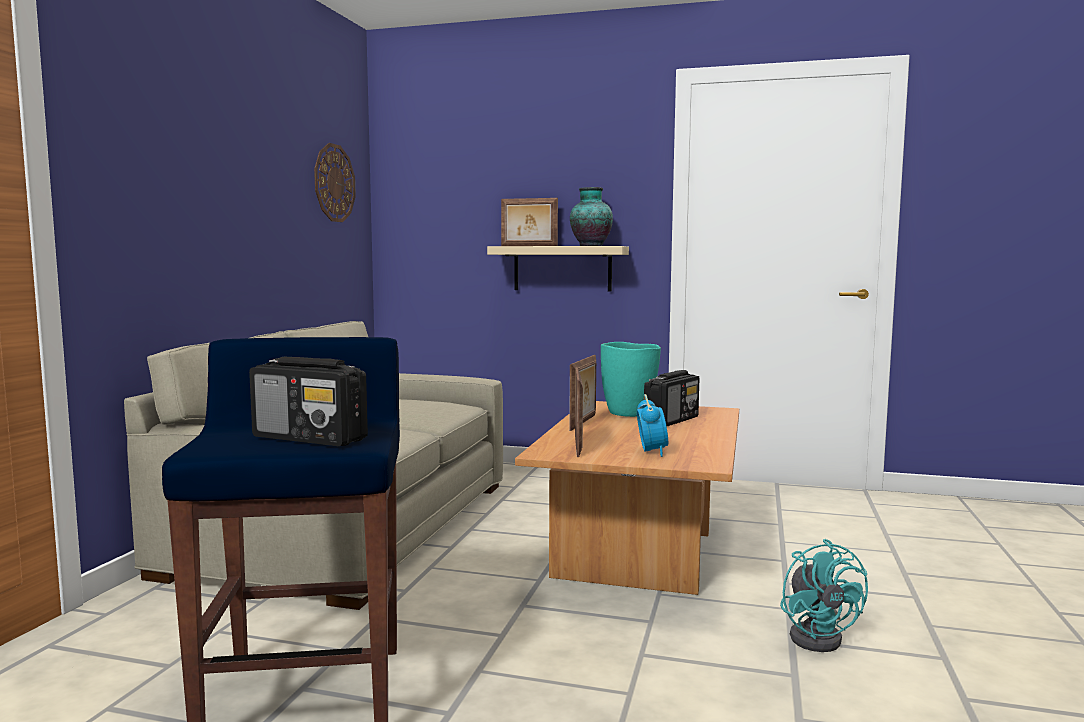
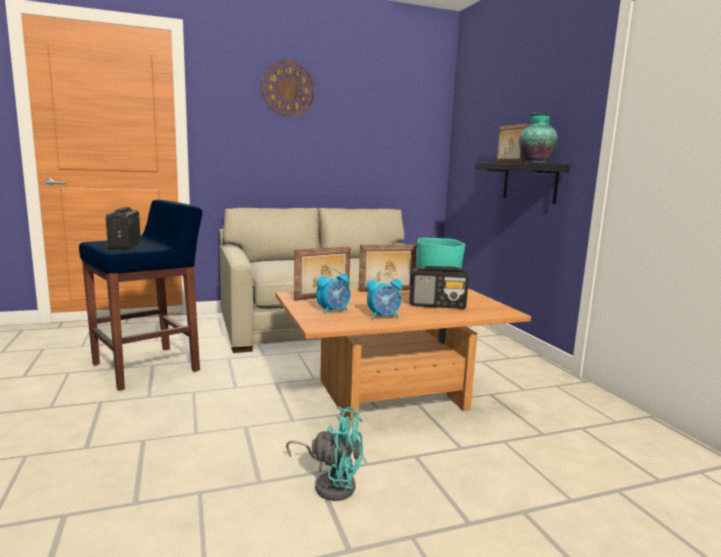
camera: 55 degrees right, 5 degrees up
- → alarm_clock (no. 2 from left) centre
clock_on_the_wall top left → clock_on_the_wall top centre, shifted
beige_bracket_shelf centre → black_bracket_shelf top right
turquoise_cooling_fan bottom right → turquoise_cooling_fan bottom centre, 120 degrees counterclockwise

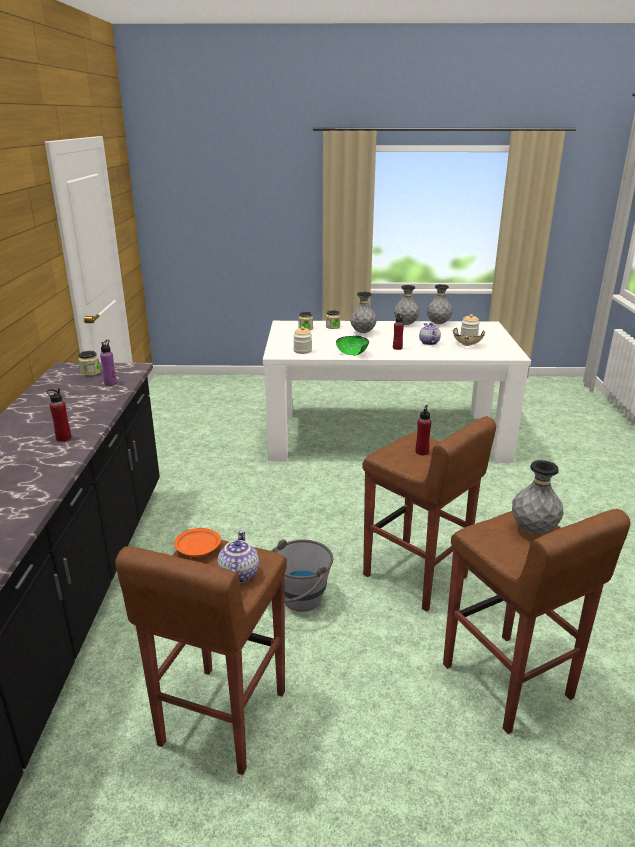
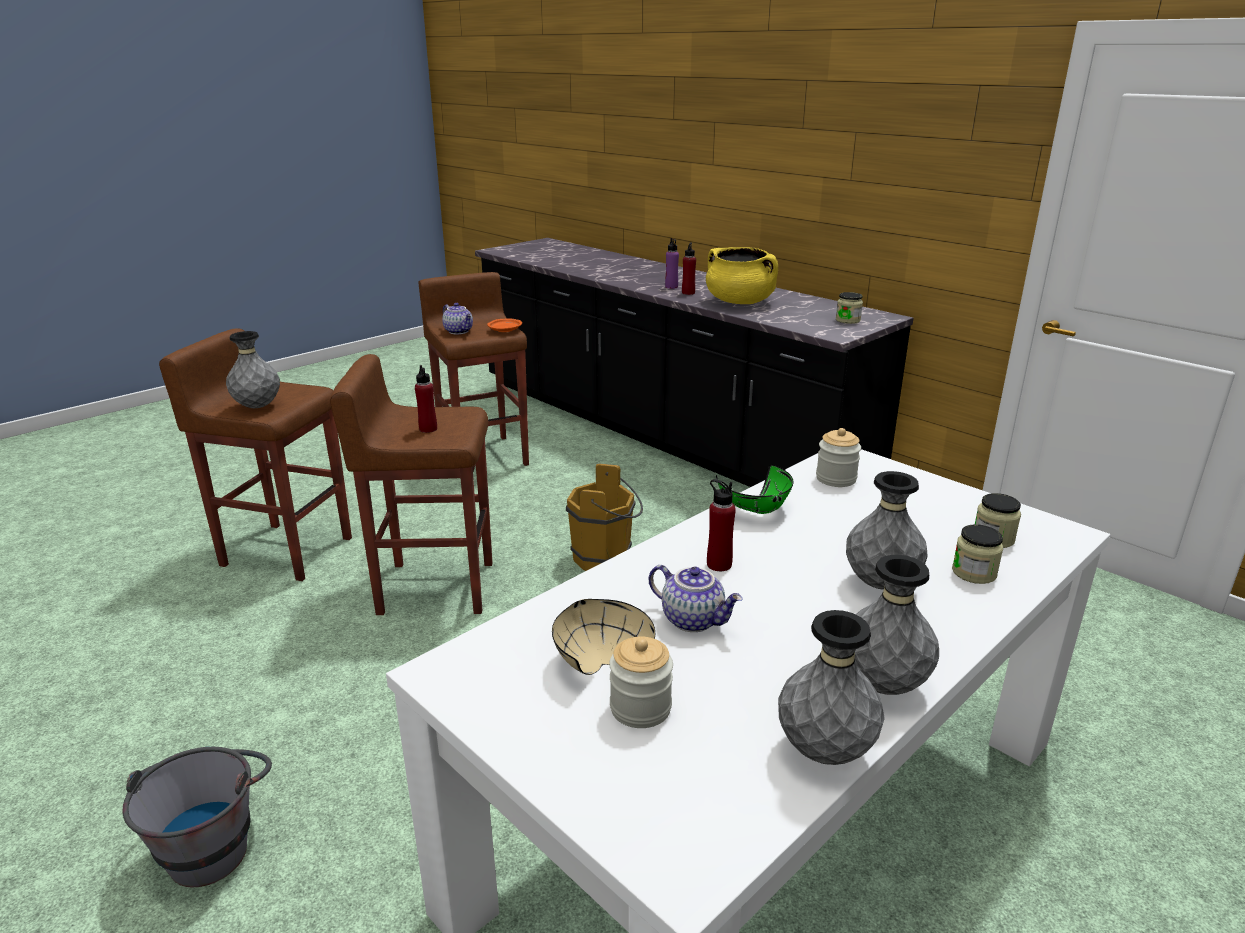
camera: 135 degrees right, 0 degrees up
- → brownish_pail centre
- → yellow-coloured_cooking_pot top centre
purple_beverage_bottle middle left → purple_beverage_bottle top centre, shifted
gray_pail bottom centre → gray_pail bottom left, shifted

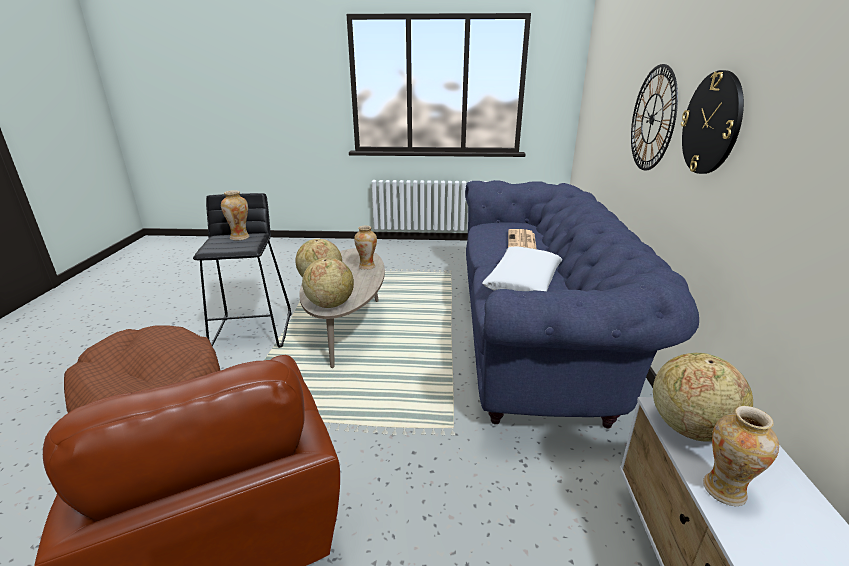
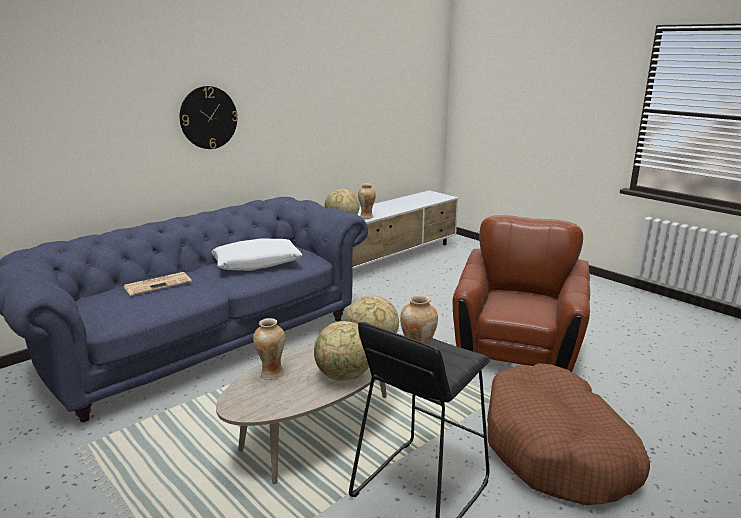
camera: 135 degrees left, 5 degrees down
clock_on_the_wall (no. 1 from left) top right → -

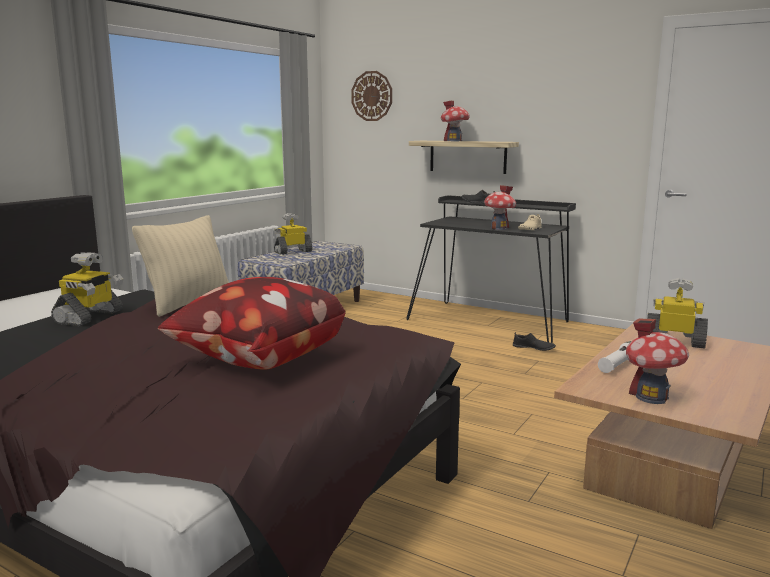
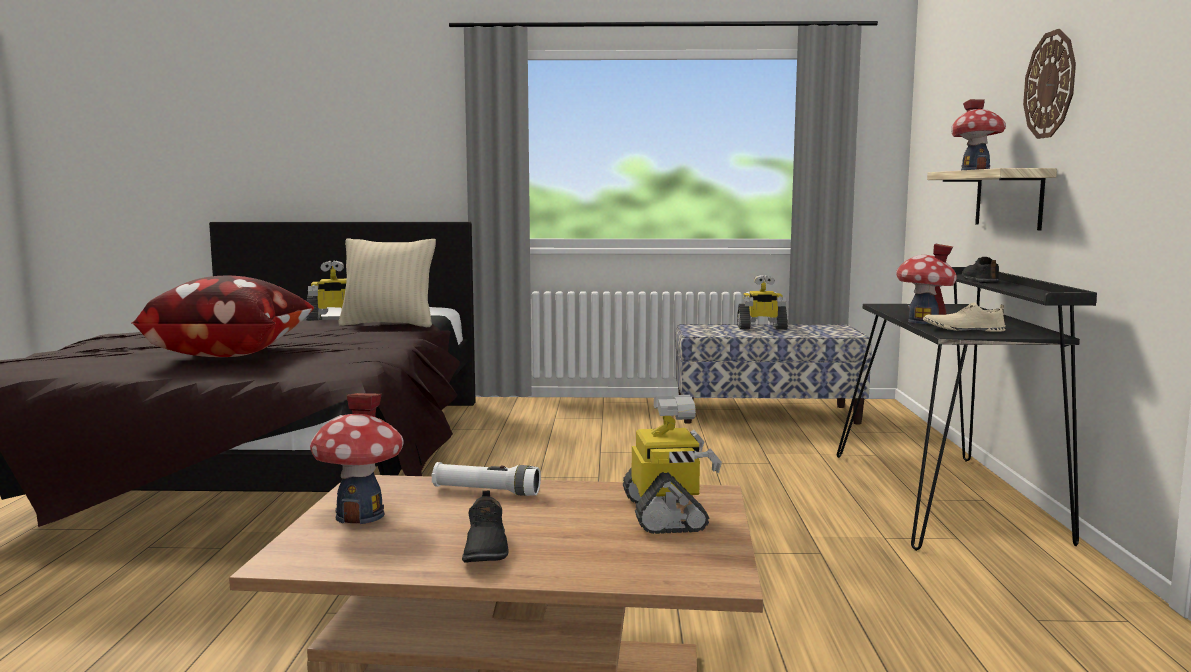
camera: 60 degrees right, 5 degrees down
clock_on_the_wall top centre → clock_on_the_wall top right, shifted
black_item_of_footwear (no. 2 from left in the first image) middle right → black_item_of_footwear (no. 1 from left) bottom centre, shifted
model_robot (no. 2 from left in the first image) centre → model_robot (no. 3 from left) centre, 150 degrees clockwise

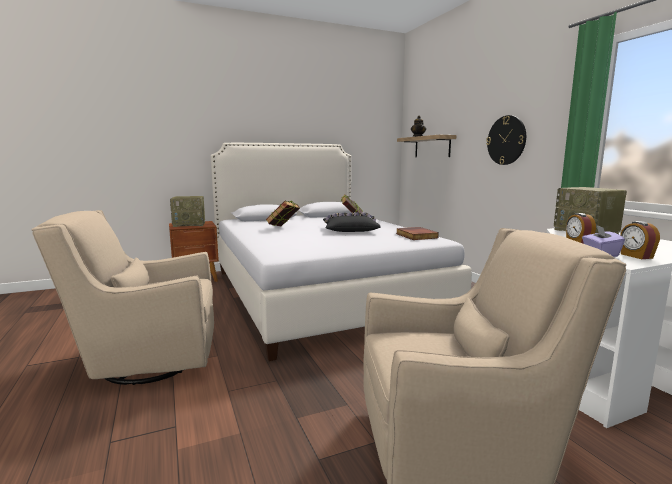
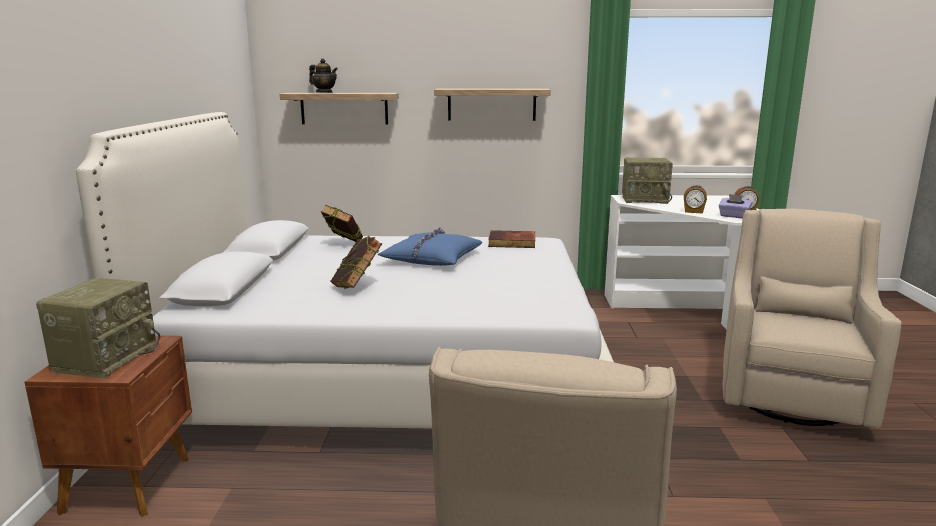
camera: 65 degrees left, 5 degrees up
clock_on_the_wall top right → bracket_shelf (no. 2 from left) top centre
black_throw_pillow centre → blue_throw_pillow centre

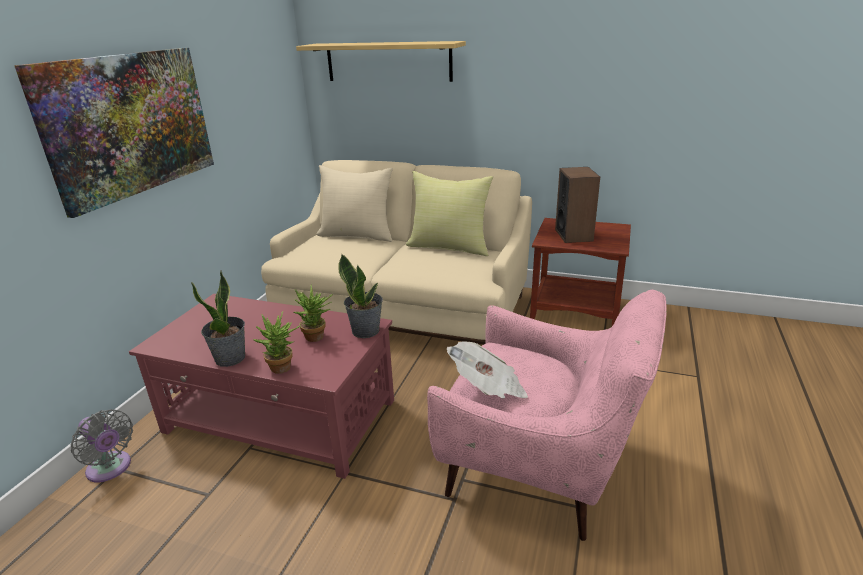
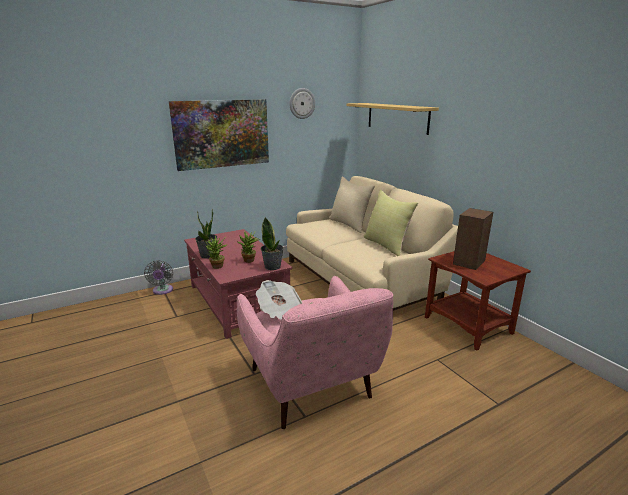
camera: 40 degrees right, 5 degrees down
- → clock_on_the_wall top centre

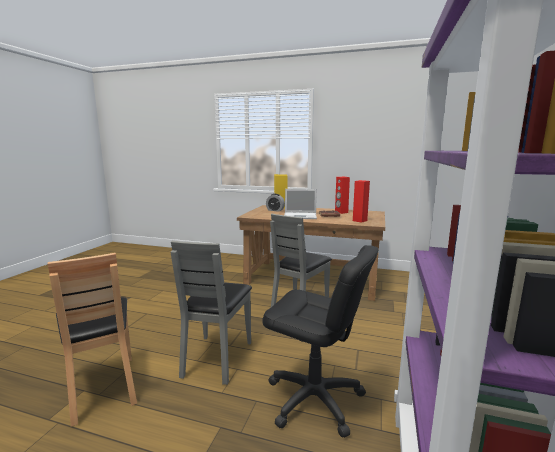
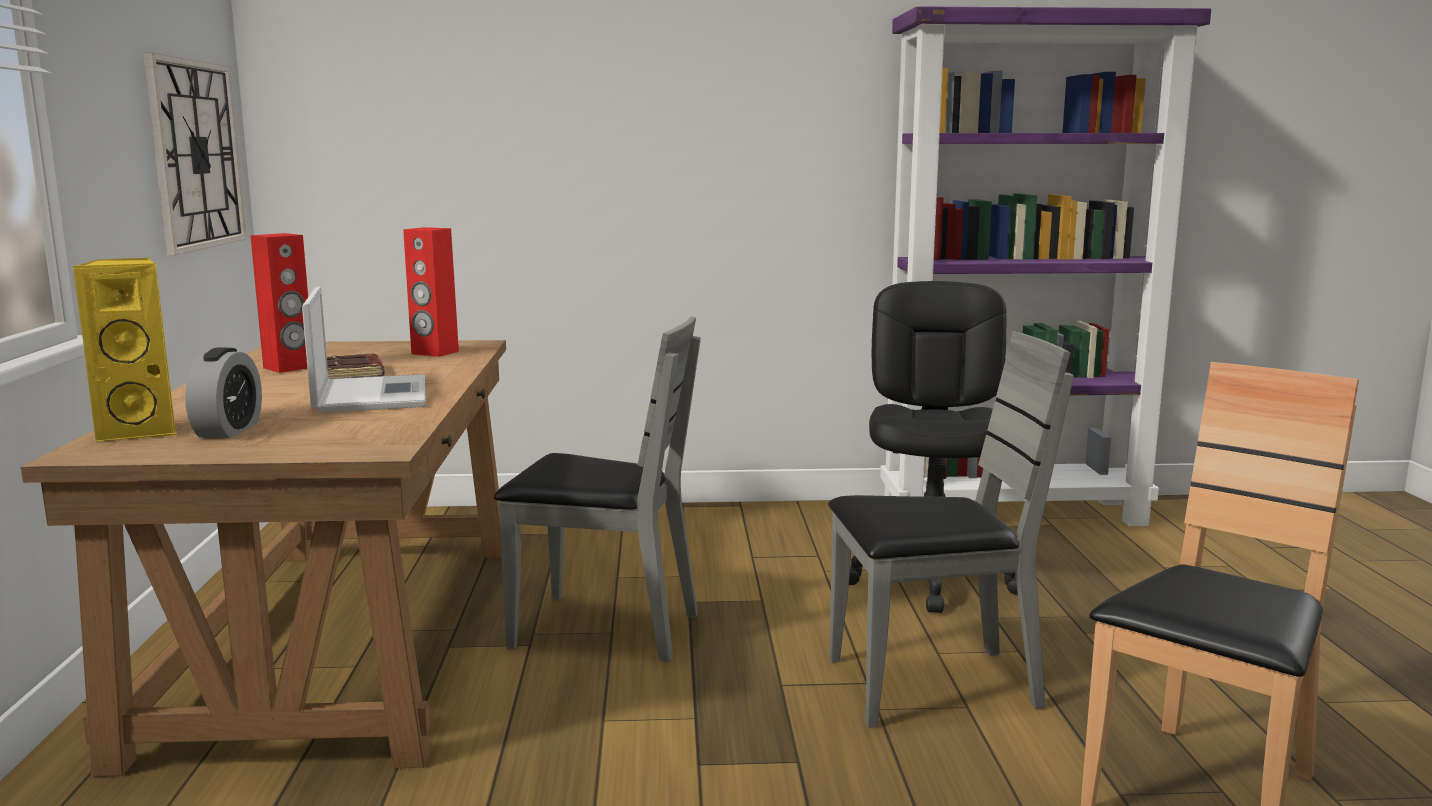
camera: 110 degrees left, 0 degrees up
- → clock_on_the_wall top left

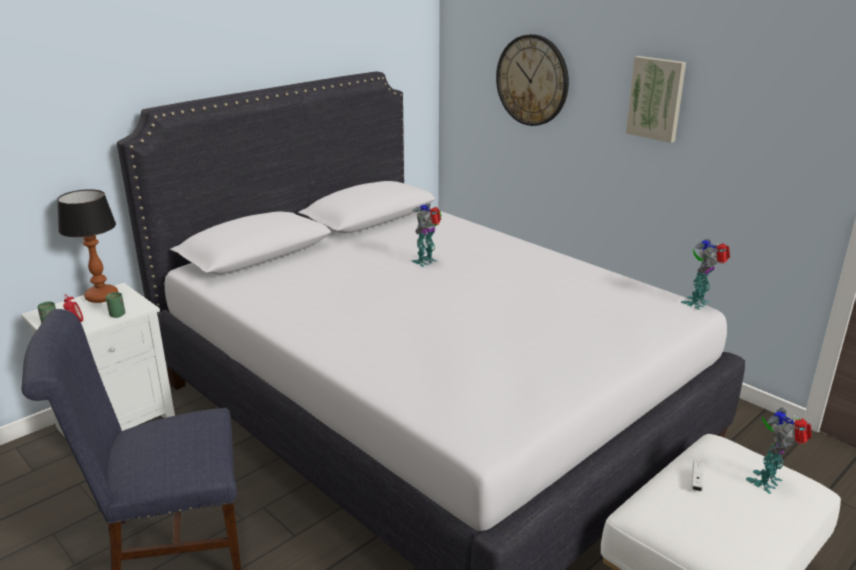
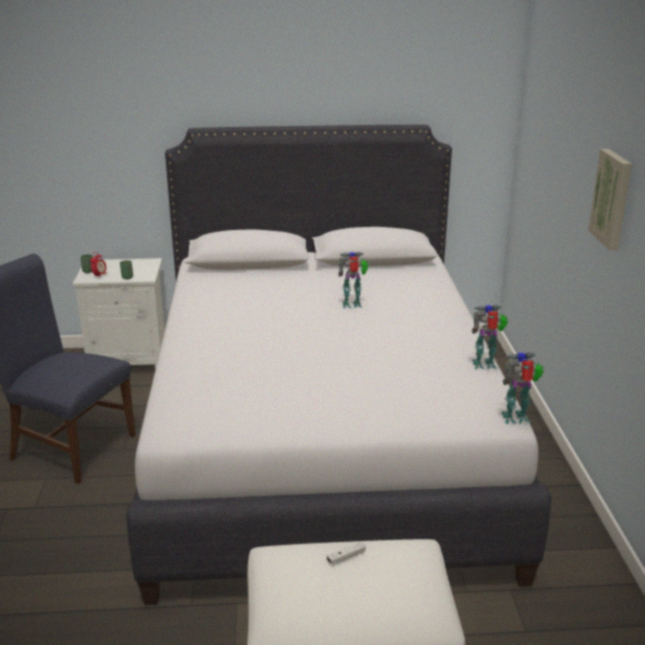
camera: 40 degrees right, 0 degrees up
table_lamp middle left → -
clock_on_the_wall top centre → -
model_robot (no. 3 from left in the first image) bottom right → model_robot (no. 2 from left) middle right, shifted

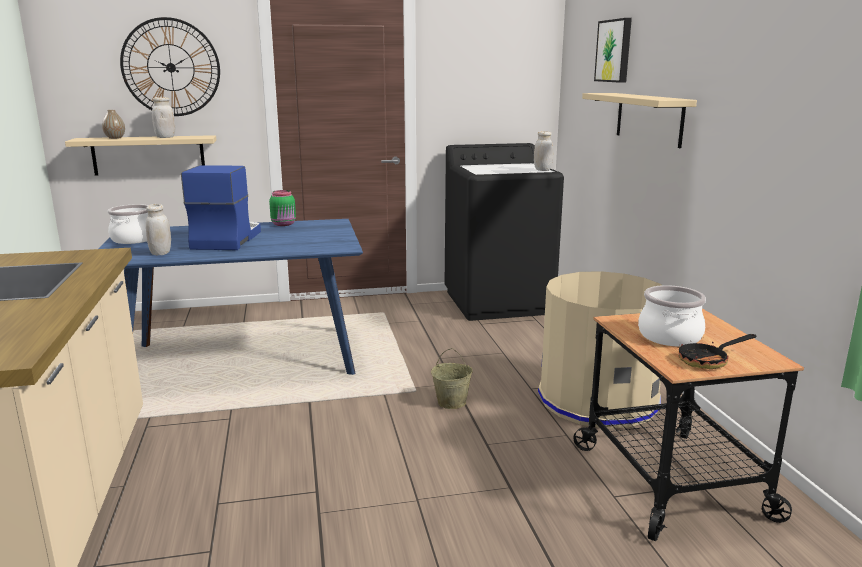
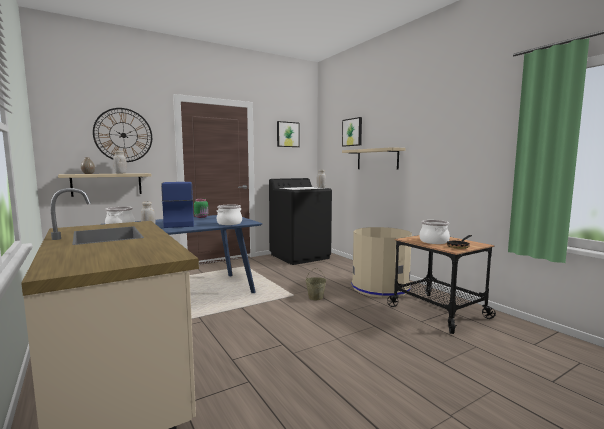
camera: 20 degrees left, 10 degrees down
- → cooking_pot (no. 2 from left) centre
- → wall_picture (no. 1 from left) top centre

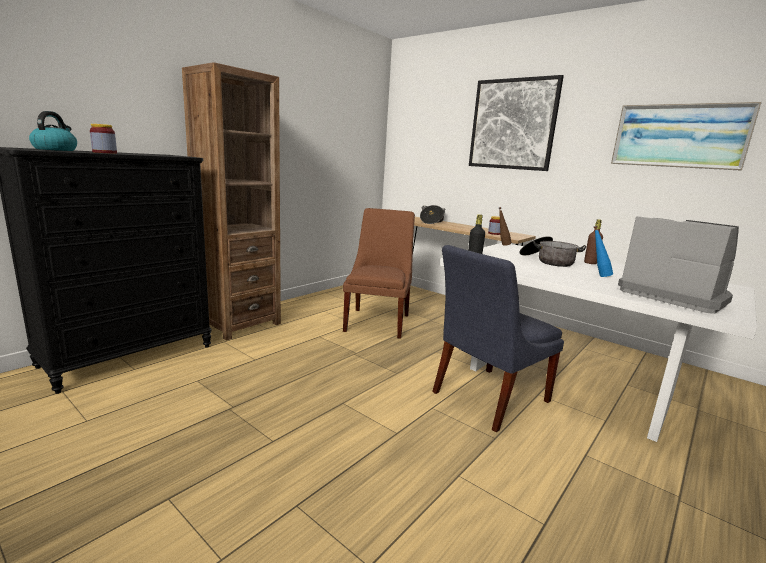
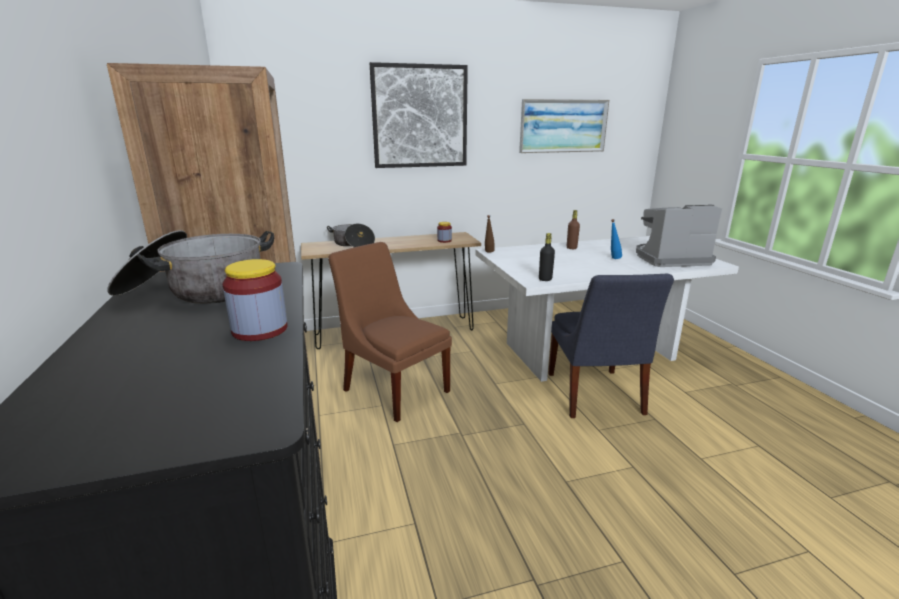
camera: 55 degrees left, 5 degrees up
water_kettle top left → -
cooking_pot (no. 2 from left in the first image) middle right → cooking_pot (no. 1 from left) middle left, shifted

